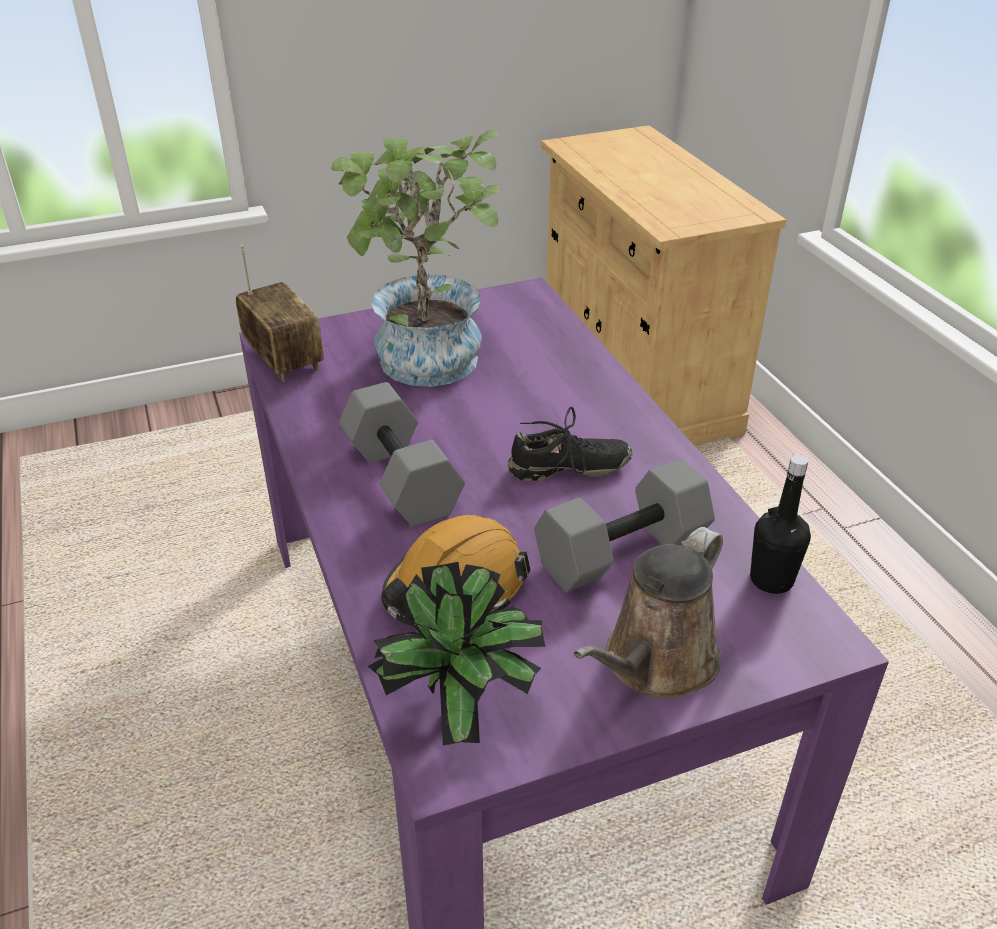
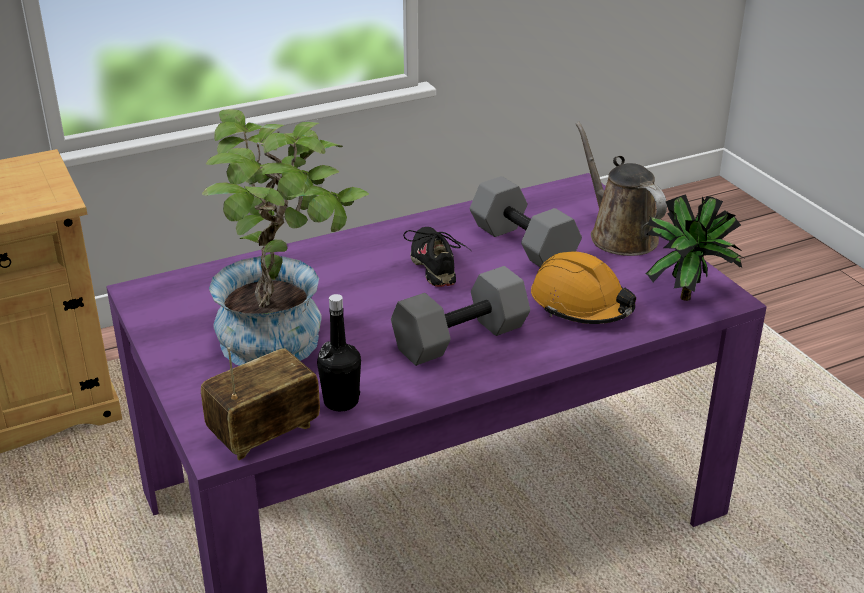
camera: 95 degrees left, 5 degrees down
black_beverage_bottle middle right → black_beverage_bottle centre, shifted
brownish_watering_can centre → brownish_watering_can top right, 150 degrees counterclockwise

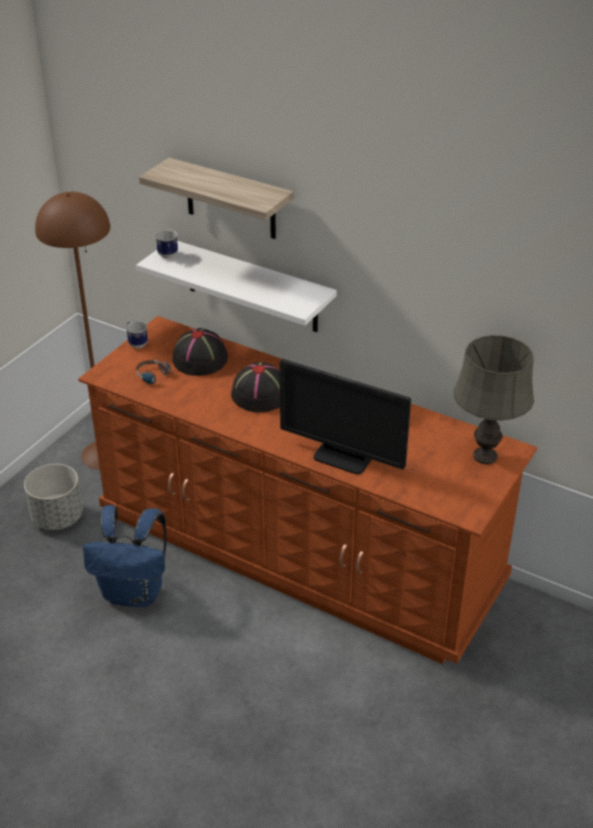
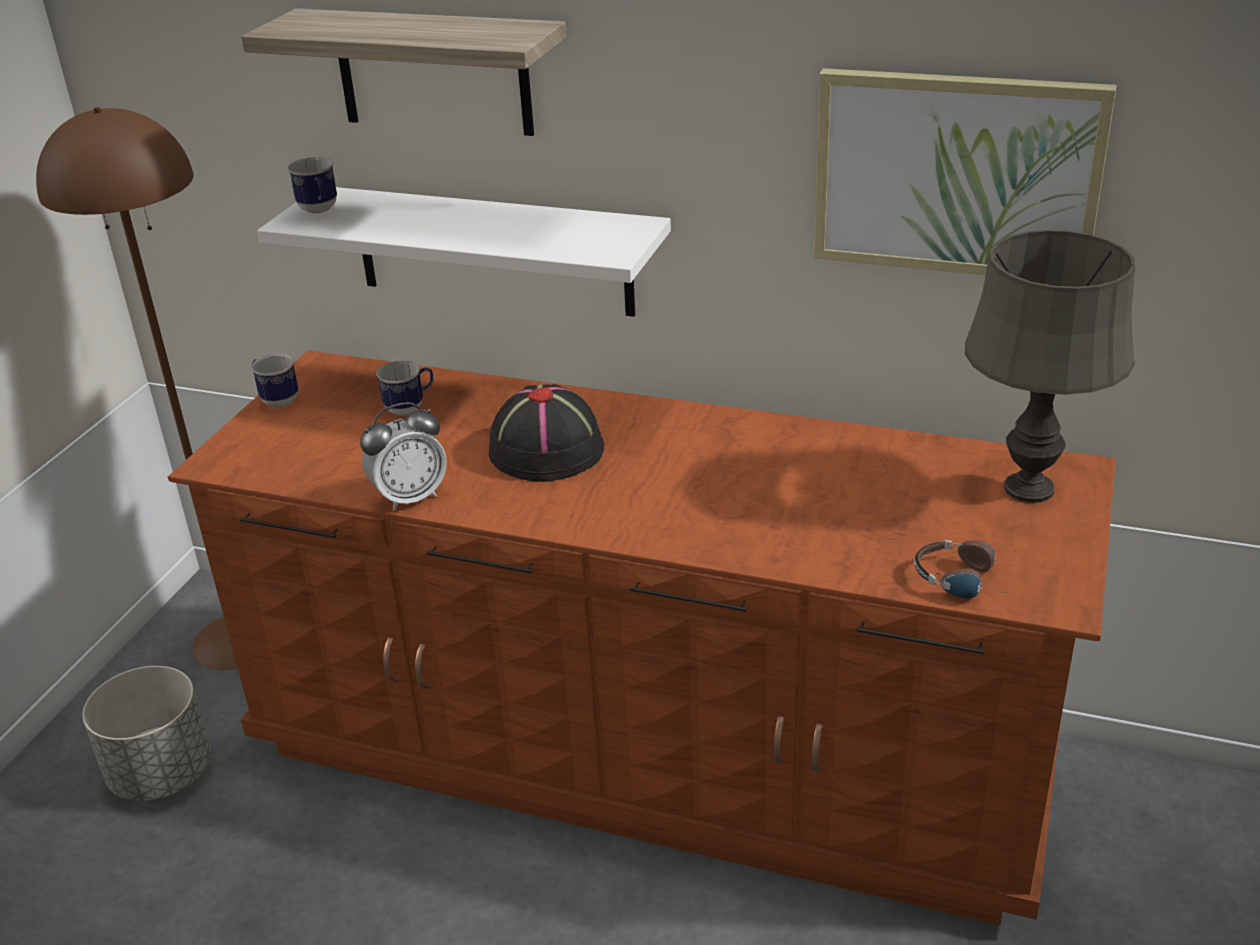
camera: 10 degrees left, 5 degrees down
blue_knapsack bottom left → -
computer_screen centre → -
- → alarm_clock middle left
- → wall_picture top right
pair_of_headphones middle left → pair_of_headphones middle right, shifted
black_hat (no. 1 from left) centre → tea_mug (no. 3 from left) middle left

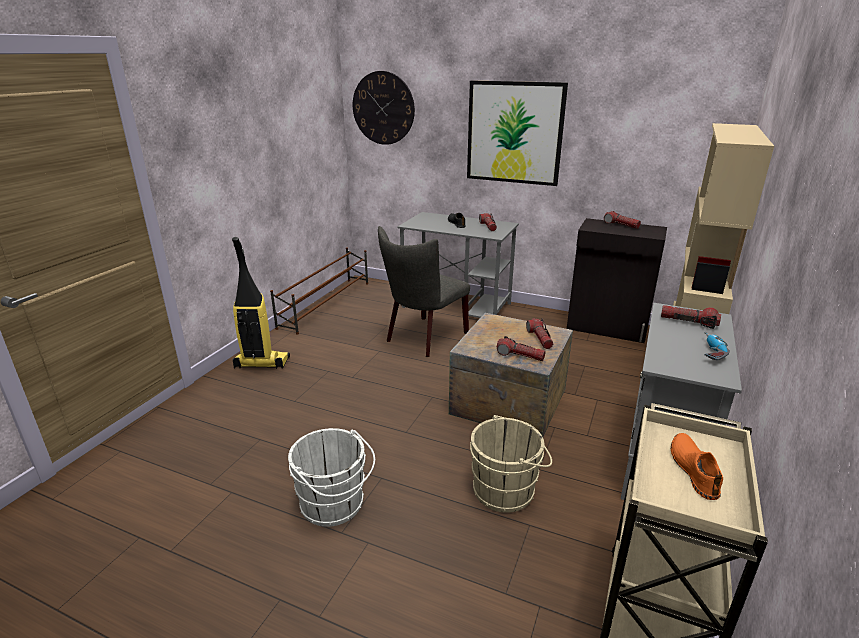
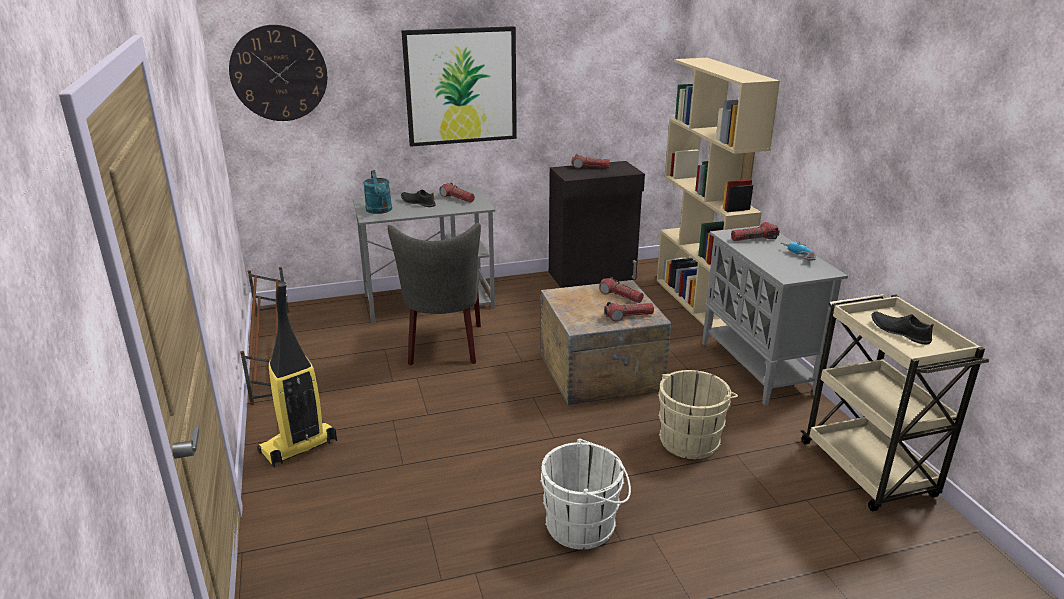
camera: 40 degrees left, 0 degrees up
- → turquoise_watering_can top centre
orange-coloured_item_of_footwear bottom right → black_item_of_footwear (no. 2 from left) middle right

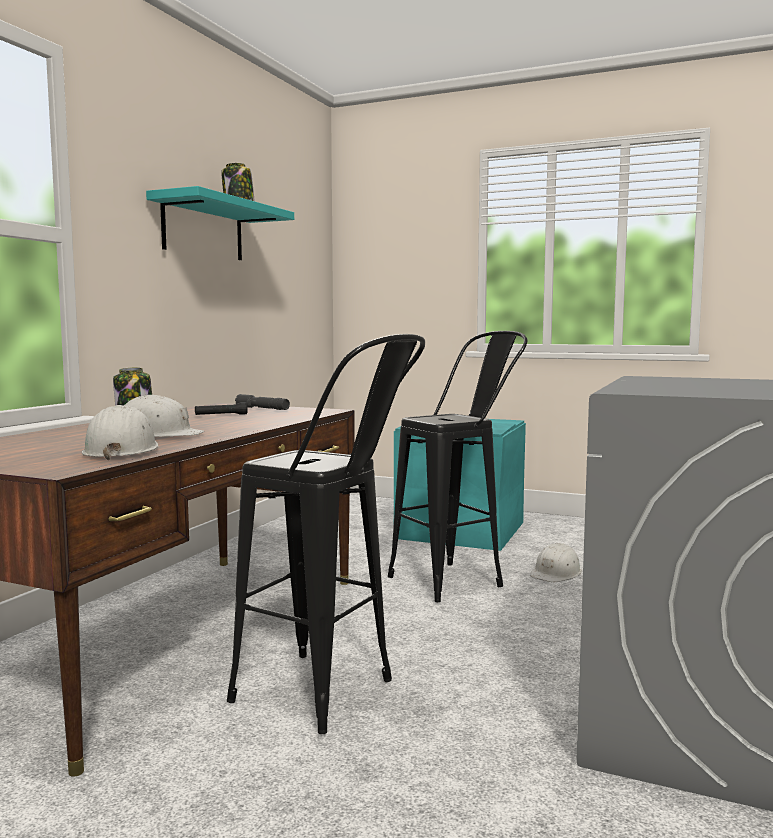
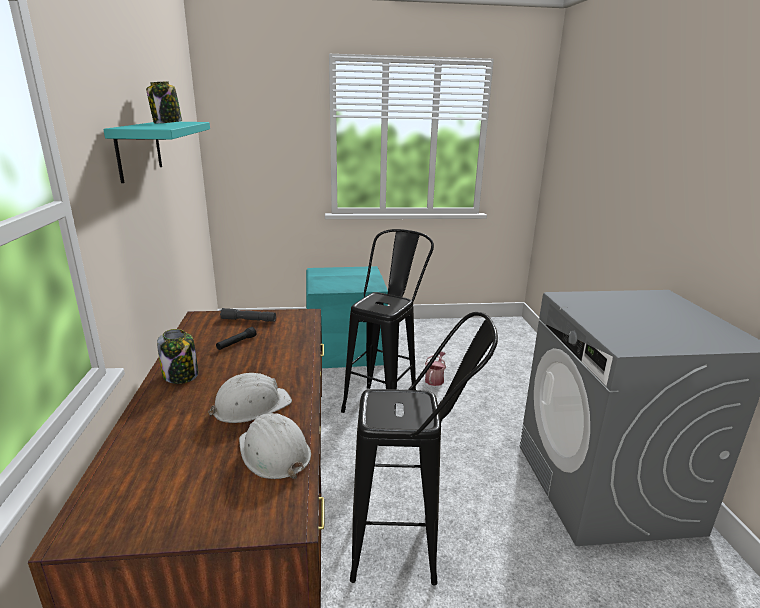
camera: 30 degrees left, 15 degrees up
white-coloured_hard_hat (no. 3 from left) bottom right → watering_can centre

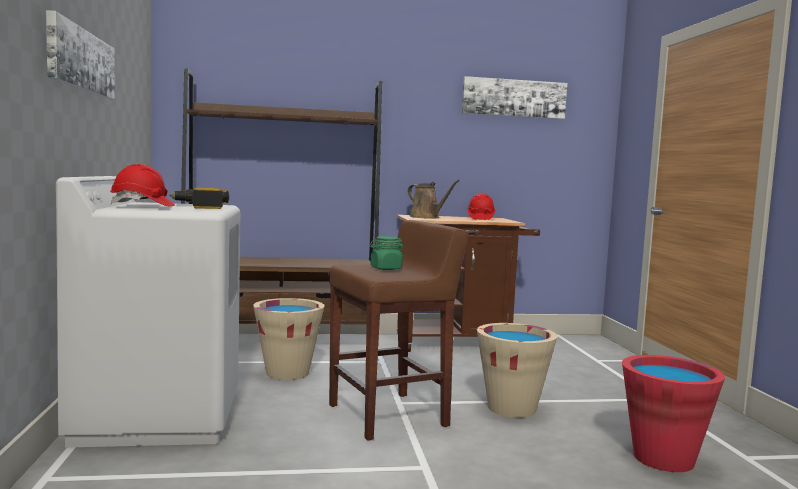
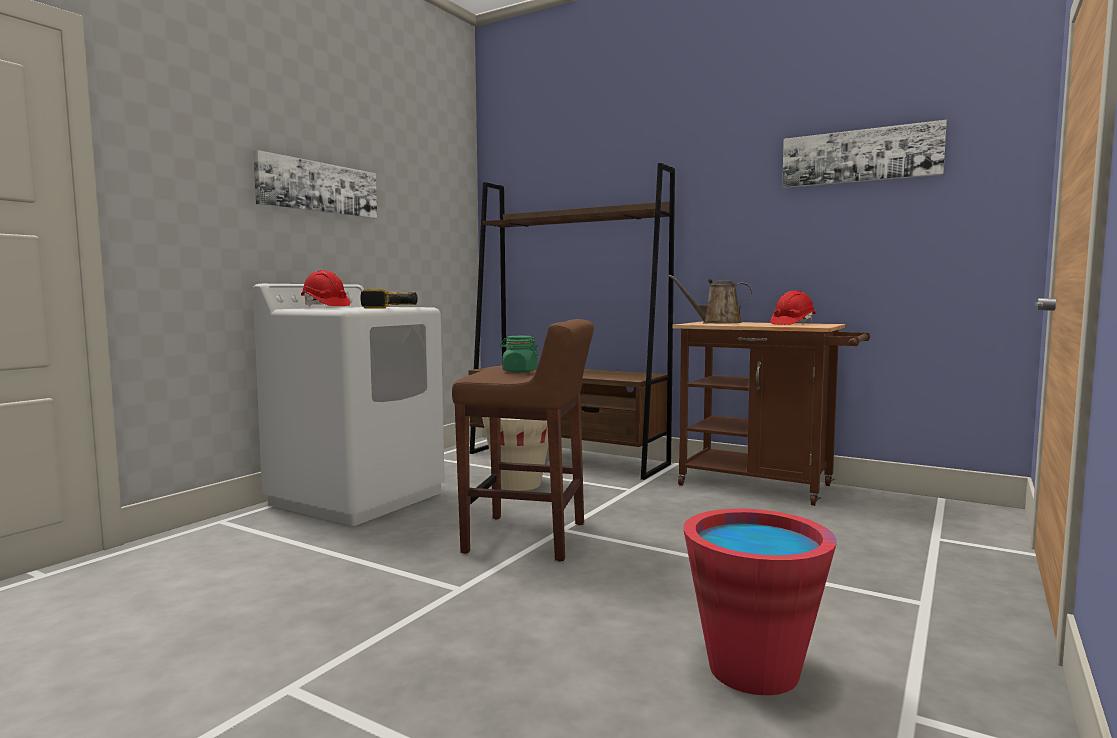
camera: 40 degrees right, 0 degrees up
beige_pail (no. 2 from left) bottom centre → -
brownish_watering_can centre, 105 degrees clockwise

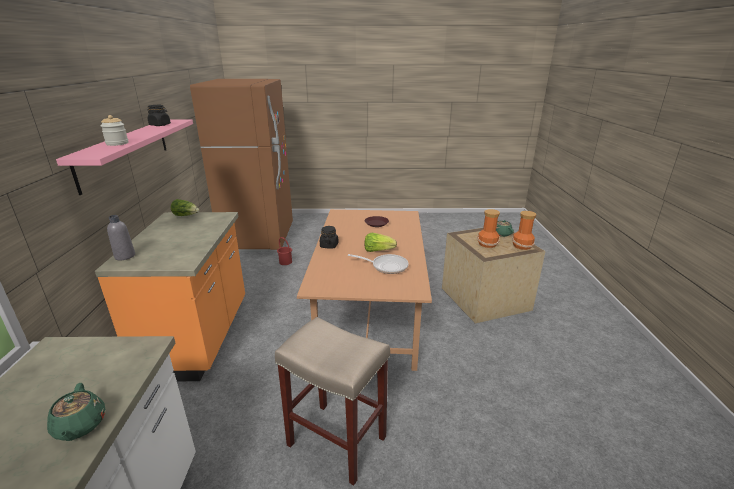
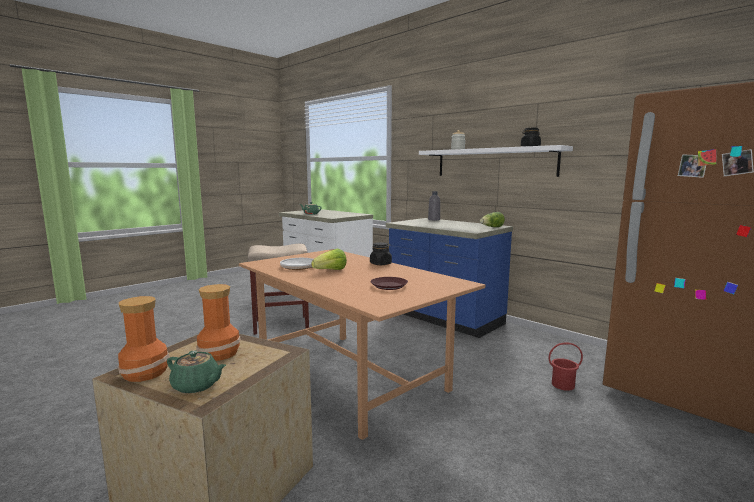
camera: 135 degrees right, 15 degrees down
pink_bracket_shelf top left → white-coloured_bracket_shelf top centre
orange-coloured_kitchen_base_unit middle left → blue_kitchen_base_unit centre

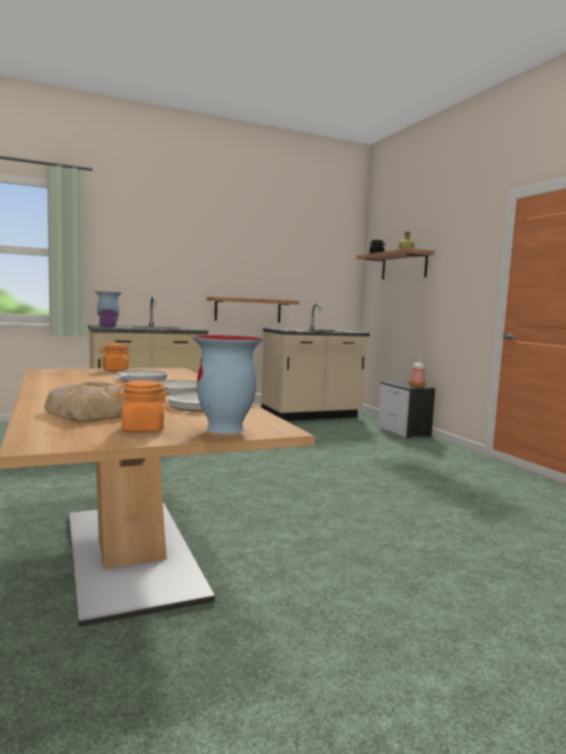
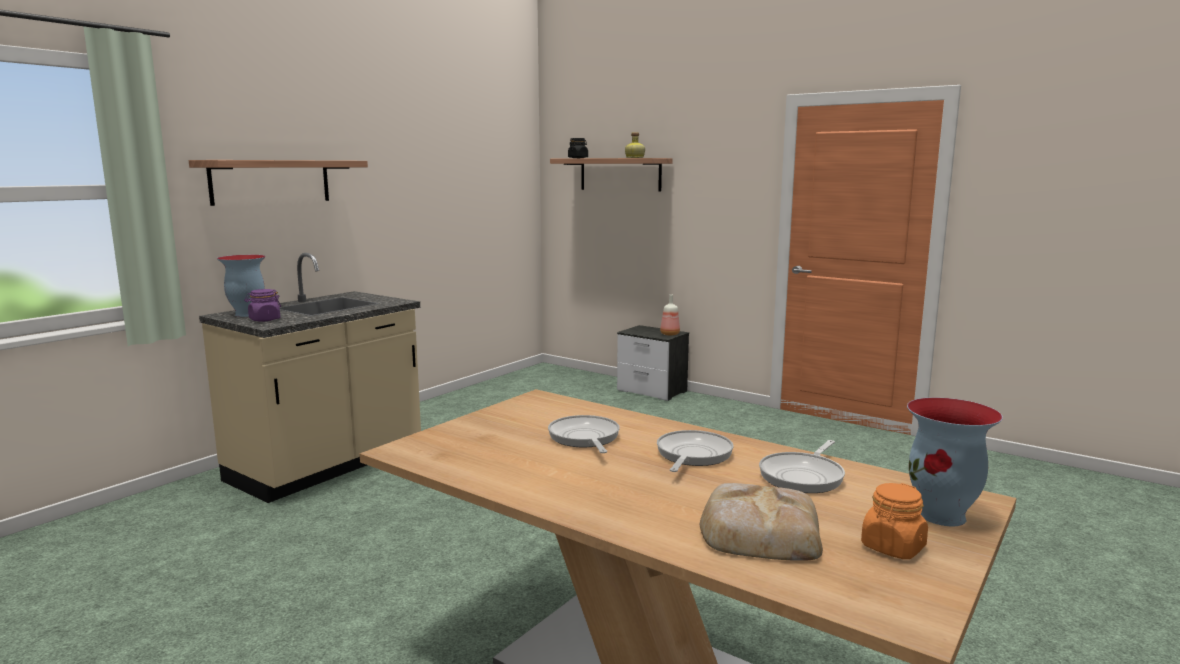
camera: 30 degrees left, 5 degrees up
orange-coloured_preserve_jar (no. 1 from left) middle left → -
beige_kitchen_base_unit (no. 2 from left) centre → -
bracket_shelf (no. 1 from left) centre → bracket_shelf (no. 1 from left) top left, shifted

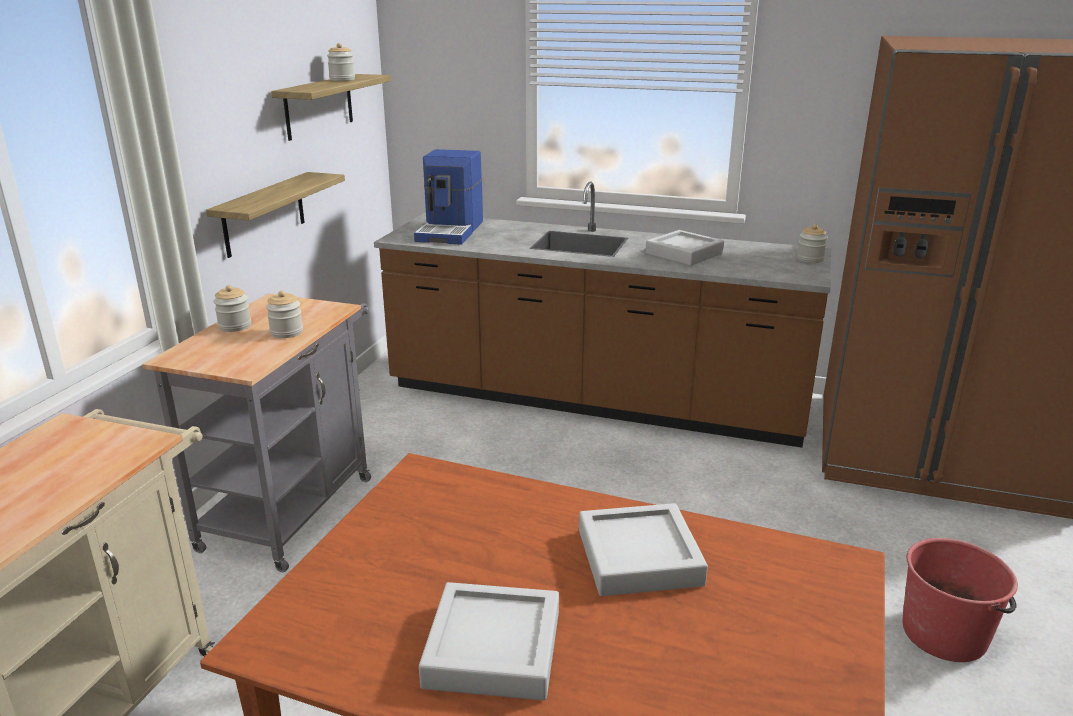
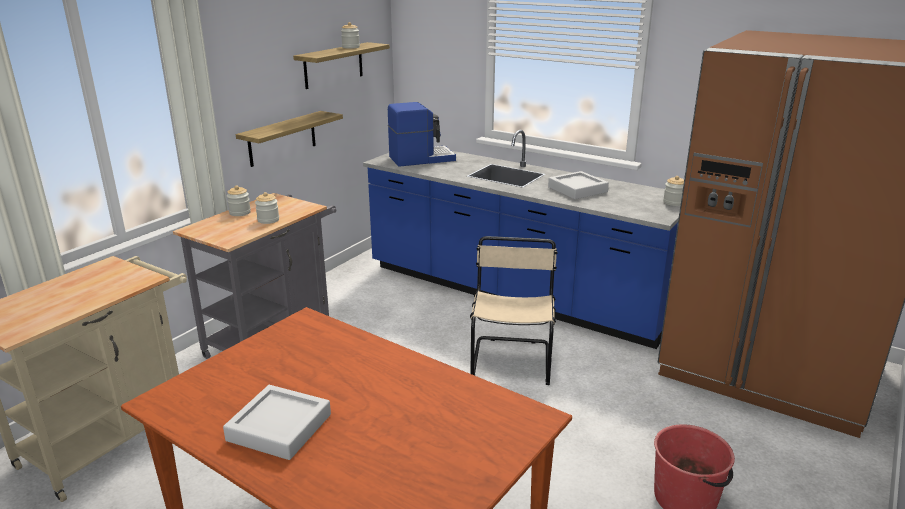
camera: 15 degrees right, 0 degrees up
gray_tray (no. 2 from left) bottom centre → -
- → beige_chair centre
brownish_kitchen_base_unit centre → blue_kitchen_base_unit centre
coffee_maker top centre, 135 degrees counterclockwise

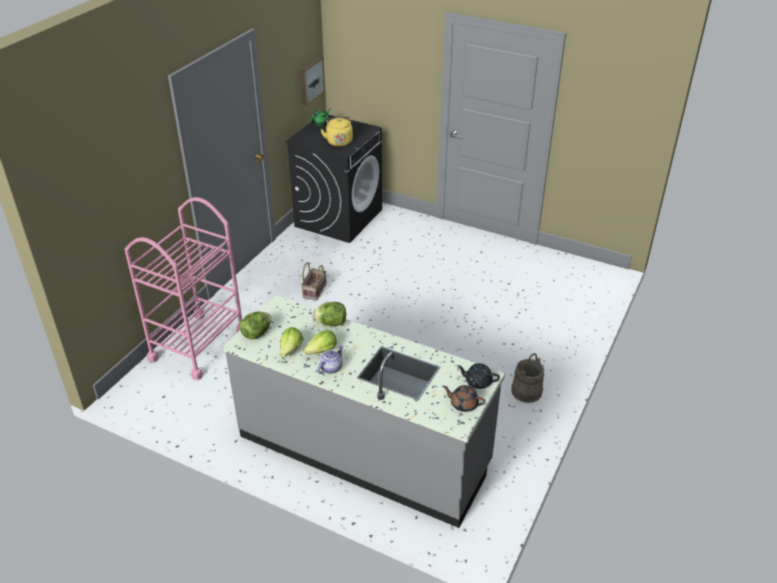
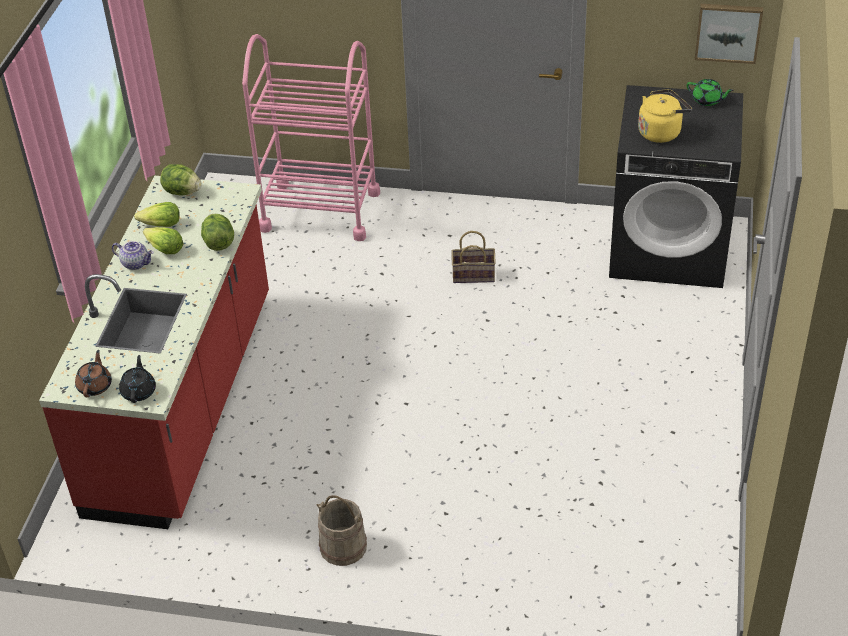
camera: 75 degrees right, 5 degrees up
gray_kitchen_base_unit bottom centre → red-coloured_kitchen_base_unit middle left

